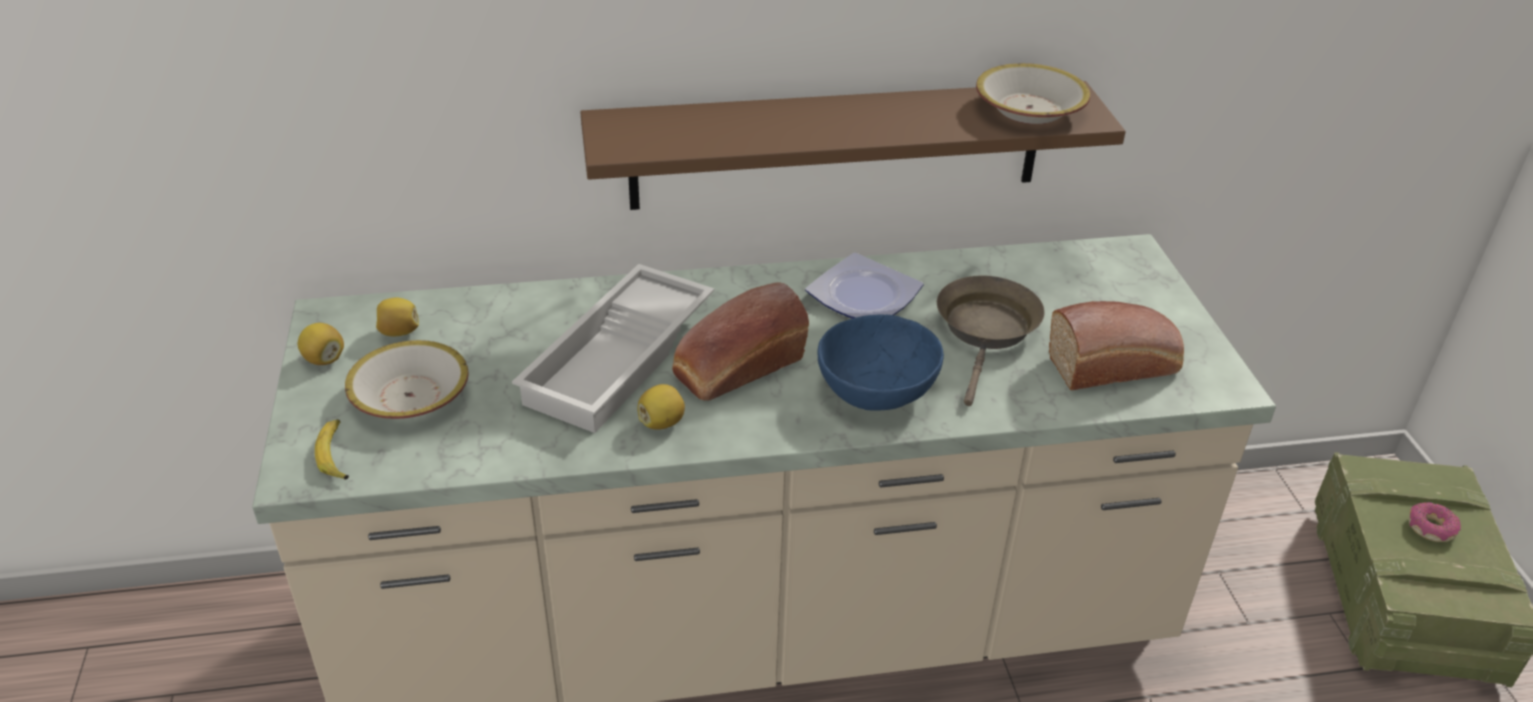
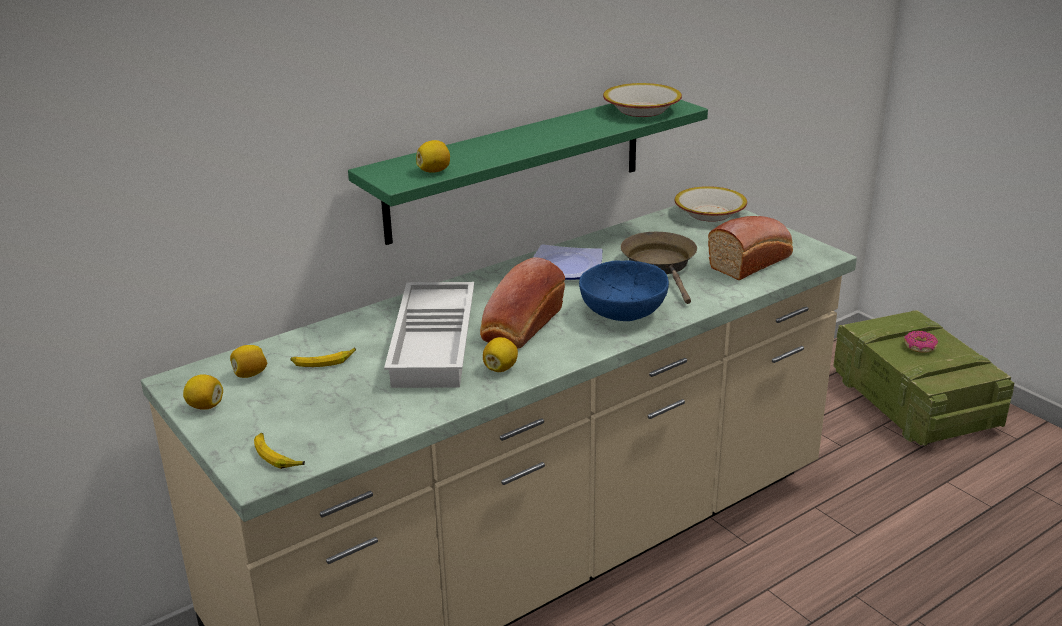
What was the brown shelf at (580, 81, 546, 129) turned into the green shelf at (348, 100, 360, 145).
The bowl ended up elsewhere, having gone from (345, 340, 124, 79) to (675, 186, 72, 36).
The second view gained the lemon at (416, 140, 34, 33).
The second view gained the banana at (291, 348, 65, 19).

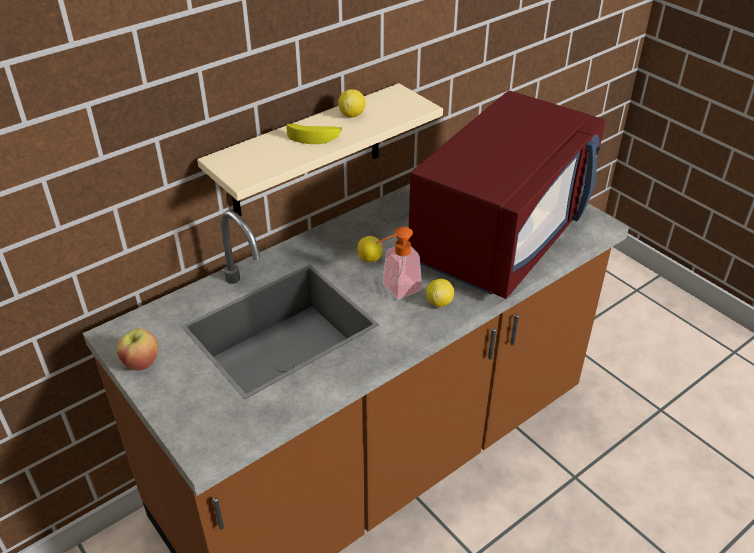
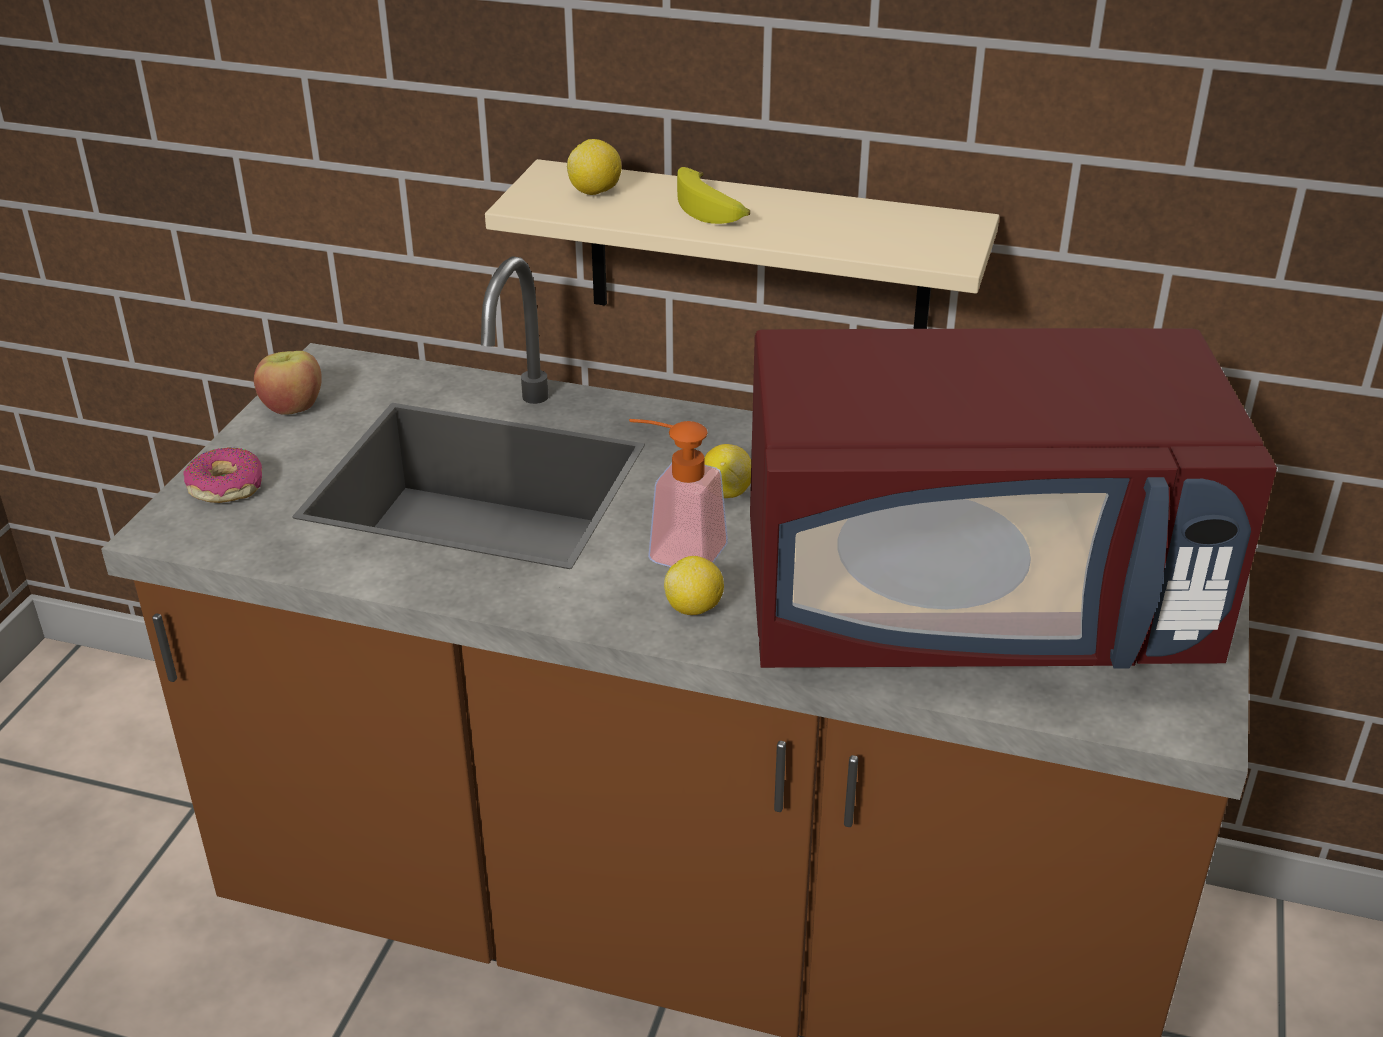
The lemon ended up elsewhere, having gone from (338, 89, 28, 28) to (567, 139, 55, 56).
The second view gained the donut at (183, 447, 79, 56).

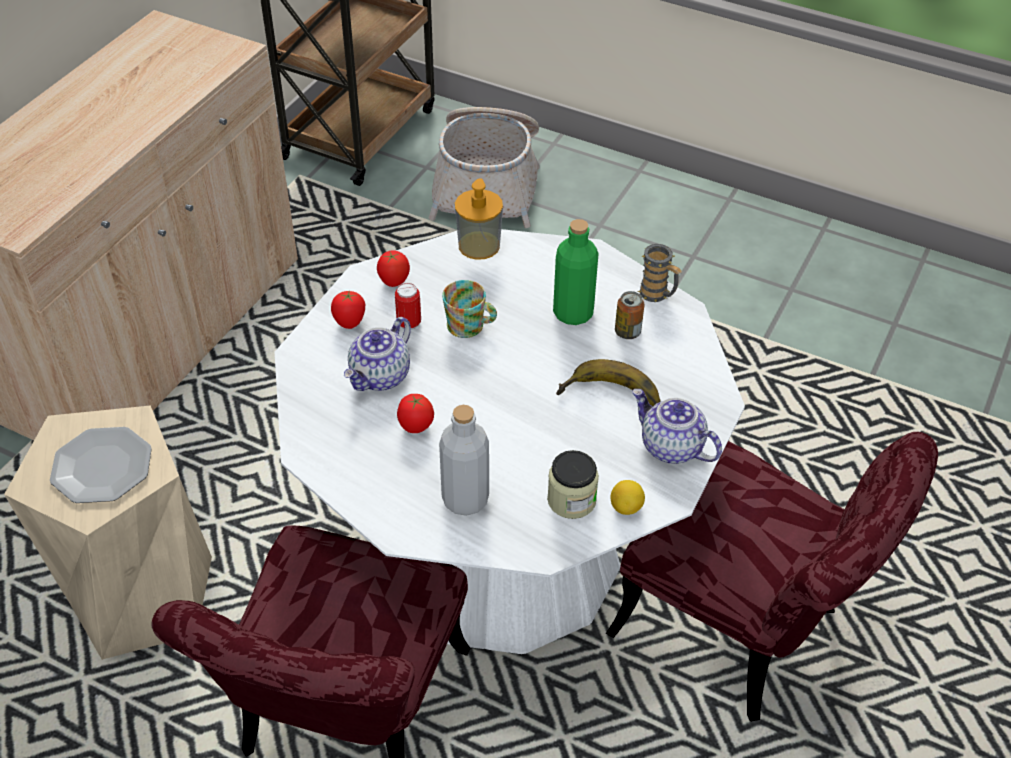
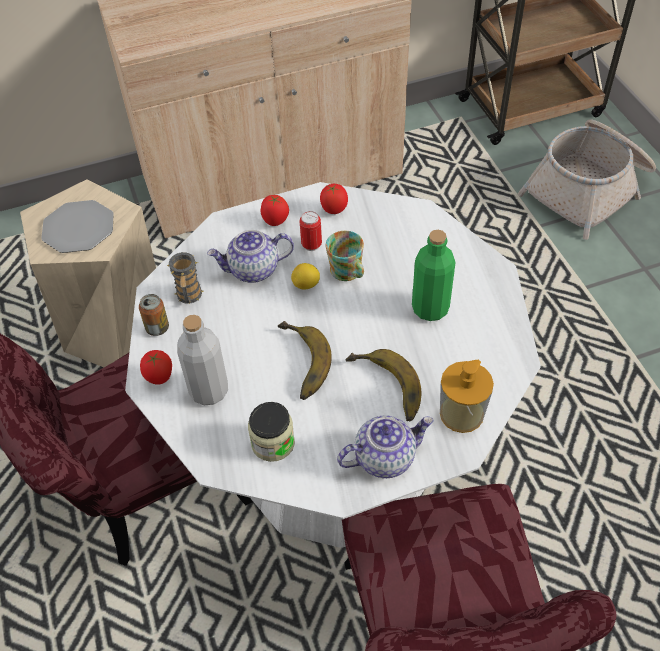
The soap dispenser ended up elsewhere, having gone from (455, 178, 48, 82) to (440, 360, 54, 73).
The mug ended up elsewhere, having gone from (637, 244, 45, 58) to (167, 252, 36, 52).
The can ended up elsewhere, having gone from (615, 291, 29, 48) to (139, 294, 30, 42).
The teapot at (632, 389, 90, 75) ended up facing another way, 75 degrees clockwise from before.
The tomato ended up elsewhere, having gone from (397, 394, 37, 39) to (140, 350, 32, 35).
The lemon ended up elsewhere, having gone from (610, 480, 35, 35) to (291, 263, 29, 26).
The second view gained the banana at (278, 321, 54, 79).

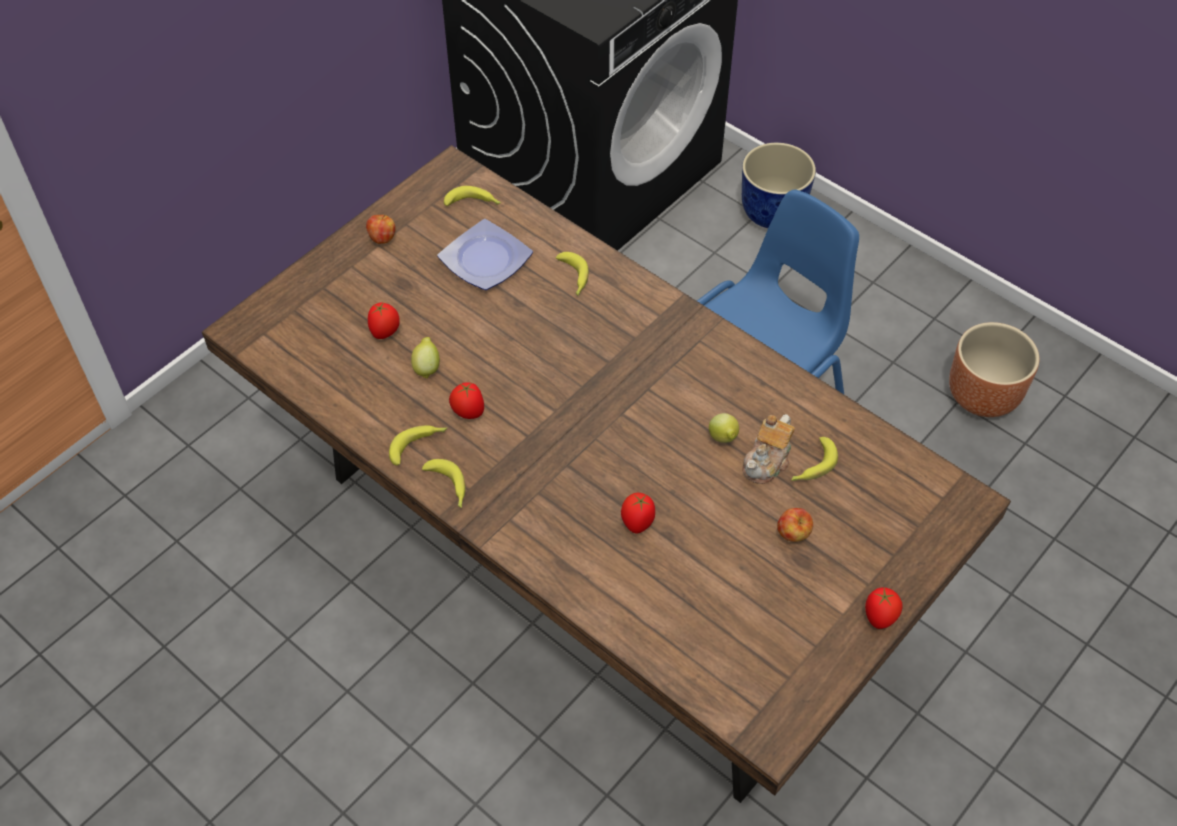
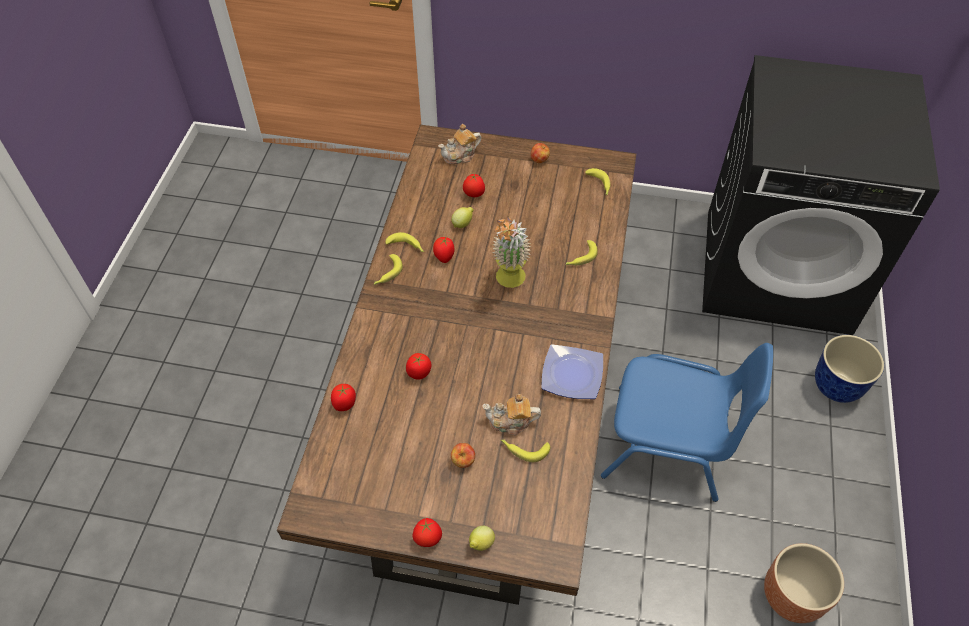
The plate ended up elsewhere, having gone from (437, 219, 96, 71) to (541, 344, 62, 55).
The lemon ended up elsewhere, having gone from (709, 413, 30, 30) to (469, 526, 26, 25).
The second view gained the teapot at (438, 124, 43, 40).
The second view gained the potted plant at (492, 216, 39, 72).
The second view gained the tomato at (331, 384, 25, 27).

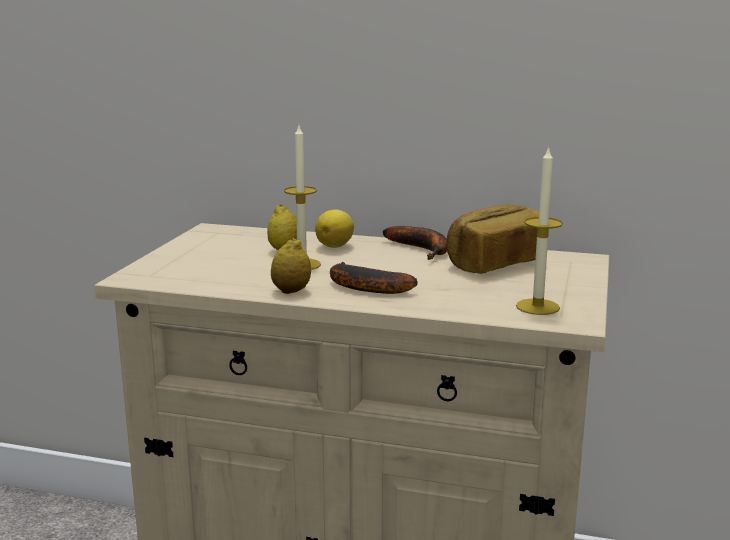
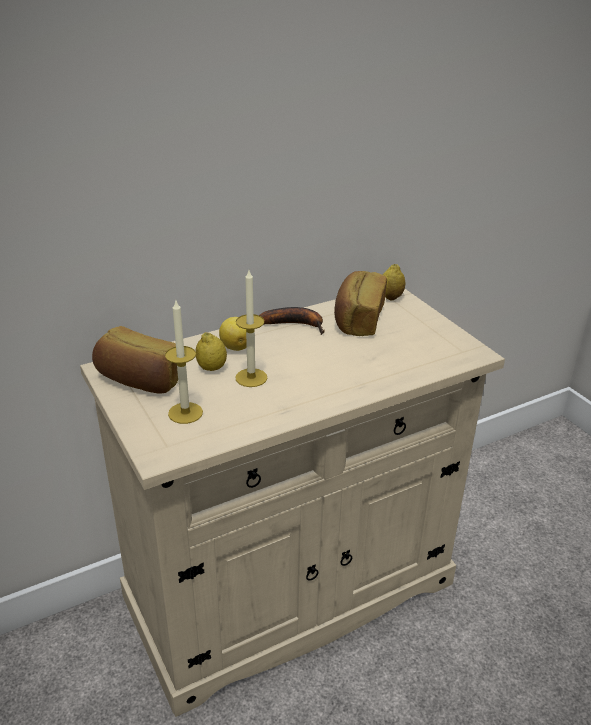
The candle ended up elsewhere, having gone from (516, 146, 47, 169) to (165, 301, 38, 123).
The lemon ended up elsewhere, having gone from (271, 238, 40, 56) to (383, 264, 22, 37).
The second view lost the banana at (330, 262, 88, 32).
The second view gained the bread at (92, 326, 86, 68).

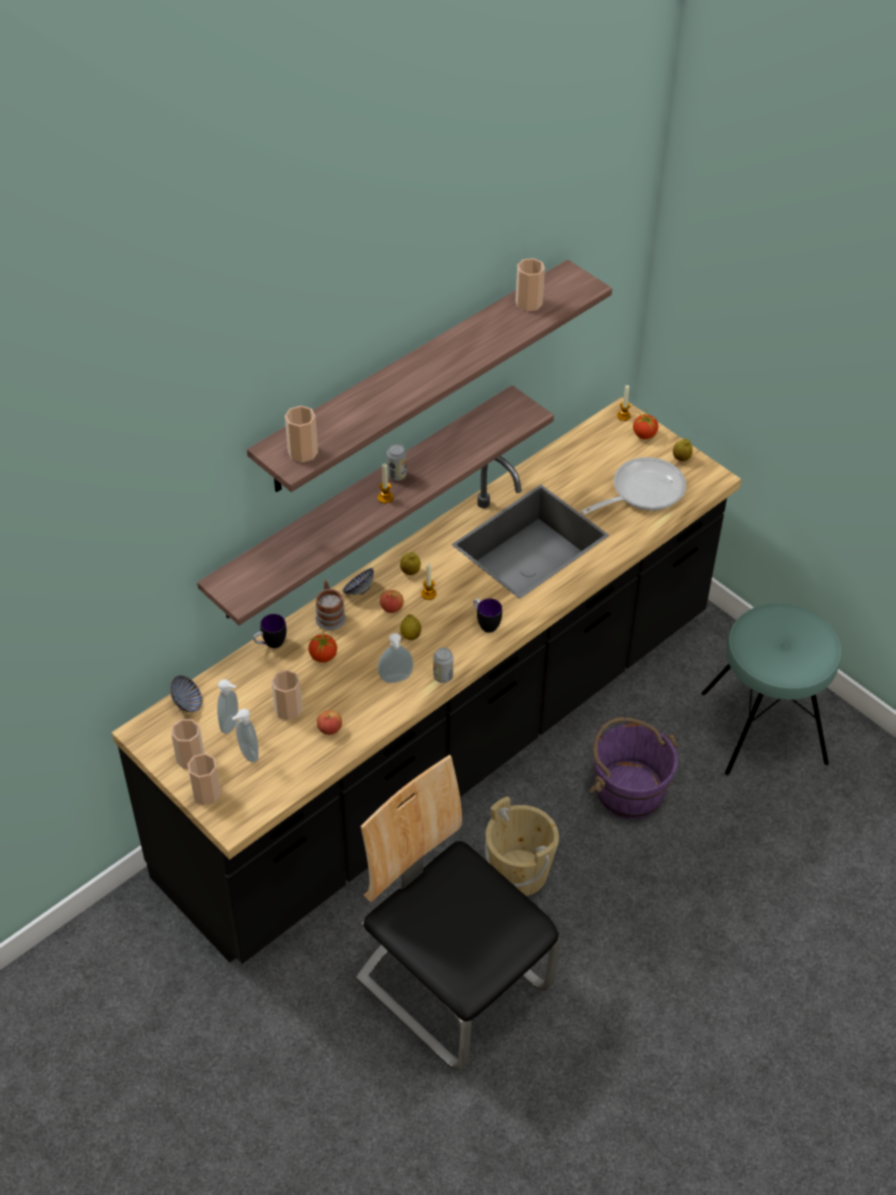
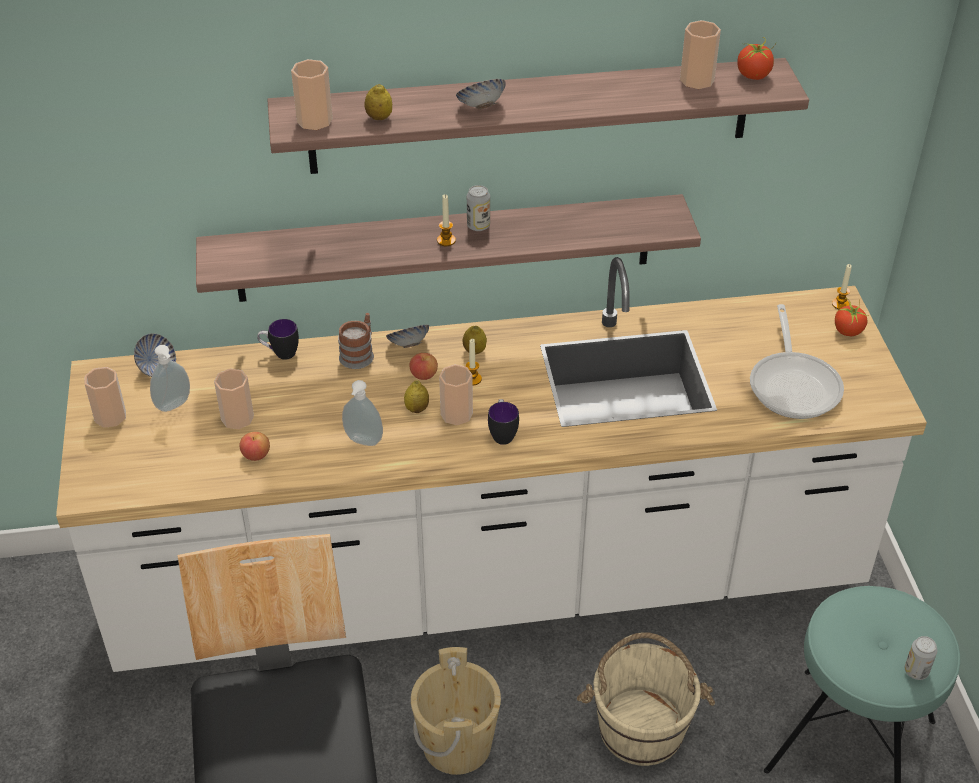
What was the black counter at (112, 397, 629, 567) turned into the white counter at (56, 257, 871, 415).
The lemon ended up elsewhere, having gone from (673, 439, 20, 22) to (364, 84, 28, 36).
The frying pan at (581, 457, 105, 58) ended up facing another way, 90 degrees clockwise from before.
The tomato ended up elsewhere, having gone from (308, 628, 29, 34) to (737, 37, 40, 43).
The can ended up elsewhere, having gone from (433, 648, 20, 35) to (905, 636, 32, 44).
The second view lost the soap dispenser at (232, 709, 27, 54).
What was the purple bucket at (589, 717, 89, 102) turned into the beige bucket at (577, 632, 138, 134).
The cup ended up elsewhere, having gone from (187, 753, 34, 52) to (439, 364, 34, 61).
The second view gained the bowl at (456, 79, 49, 30).

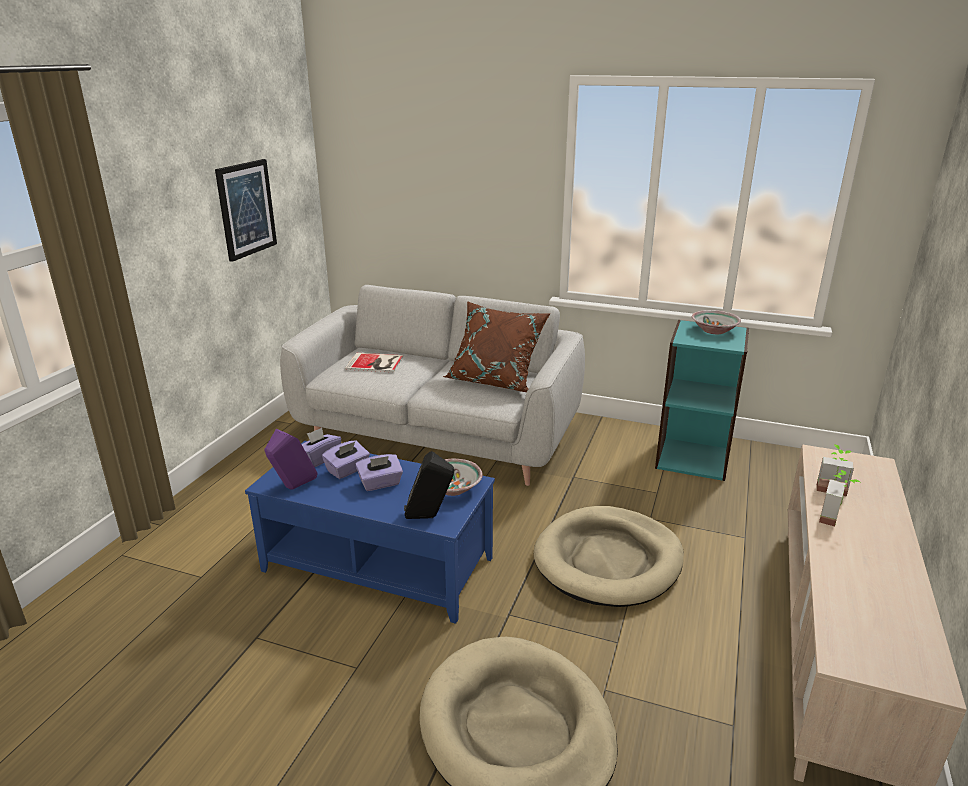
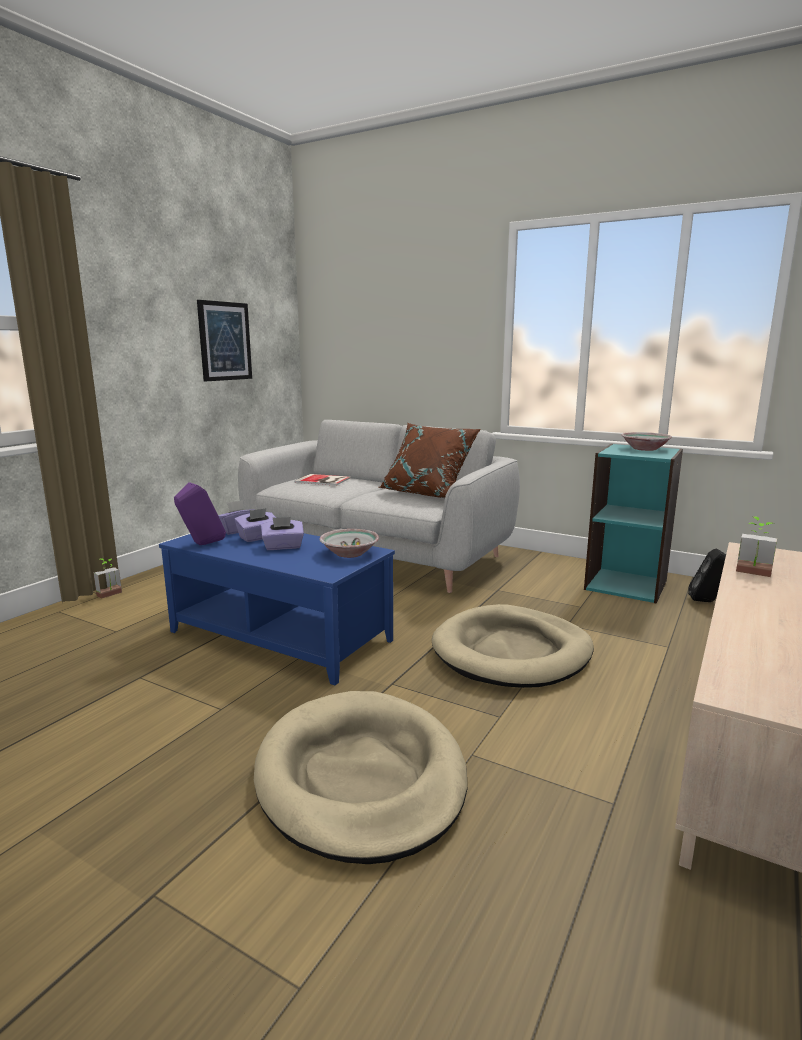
The black speaker ended up elsewhere, having gone from (404, 451, 50, 68) to (688, 548, 38, 54).
The potted plant ended up elsewhere, having gone from (819, 470, 41, 57) to (94, 558, 28, 41).

